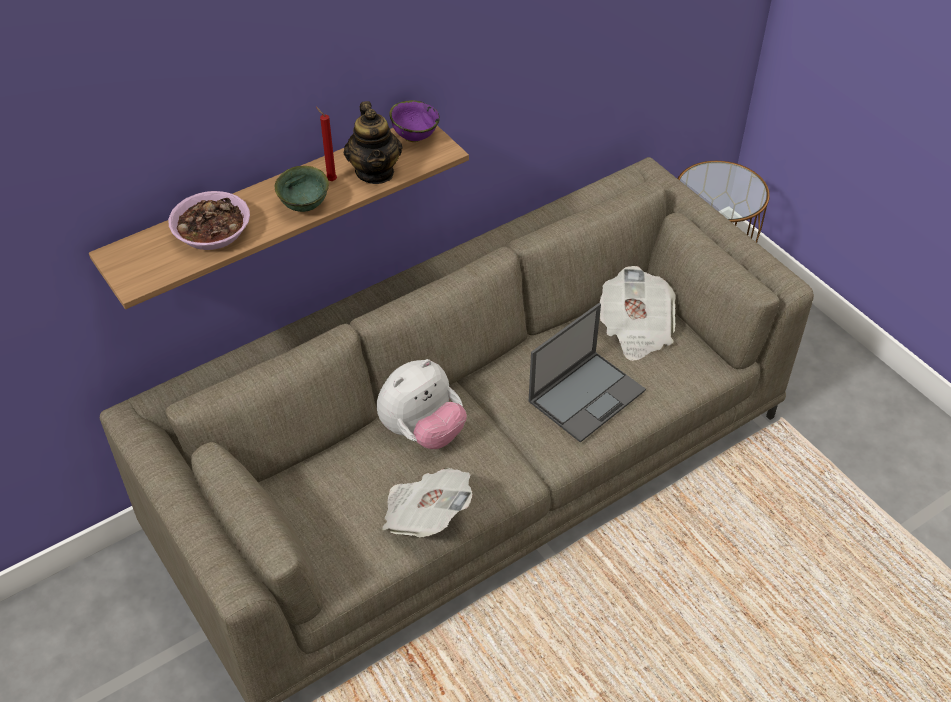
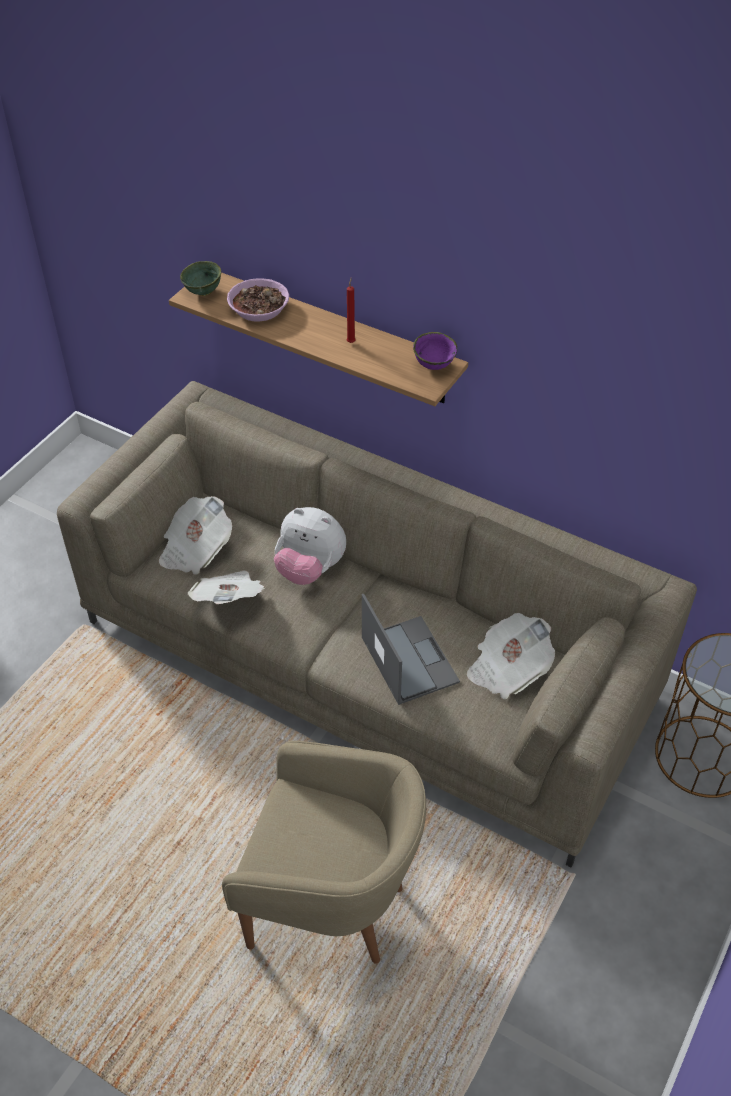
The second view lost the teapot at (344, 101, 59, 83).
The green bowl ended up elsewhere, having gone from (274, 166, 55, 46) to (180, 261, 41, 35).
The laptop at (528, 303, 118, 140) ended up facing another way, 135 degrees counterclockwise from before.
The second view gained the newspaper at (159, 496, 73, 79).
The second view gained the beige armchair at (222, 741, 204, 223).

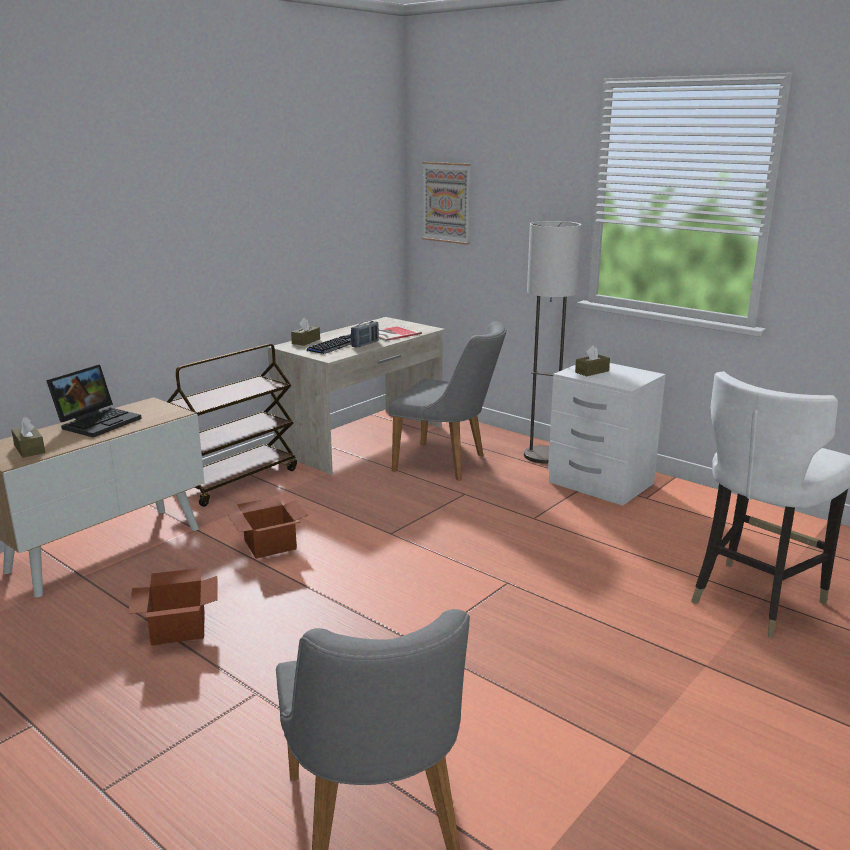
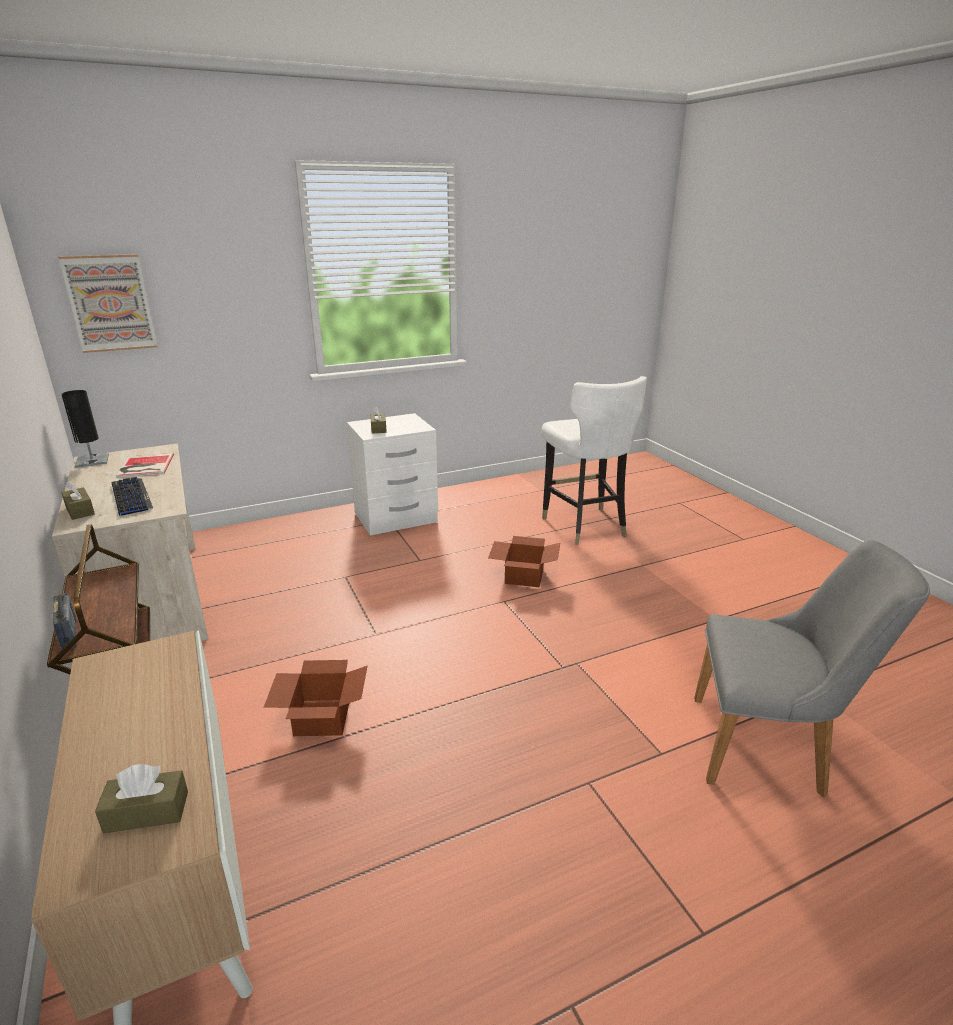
The second view lost the floor lamp at (524, 221, 58, 242).
The radio ended up elsewhere, having gone from (351, 321, 28, 26) to (53, 593, 24, 57).
The second view lost the grey chair at (389, 322, 117, 158).
The second view lost the laptop at (46, 364, 96, 73).
The cardboard box ended up elsewhere, having gone from (128, 568, 90, 78) to (488, 536, 73, 51).
The second view gained the black table lamp at (61, 390, 48, 78).

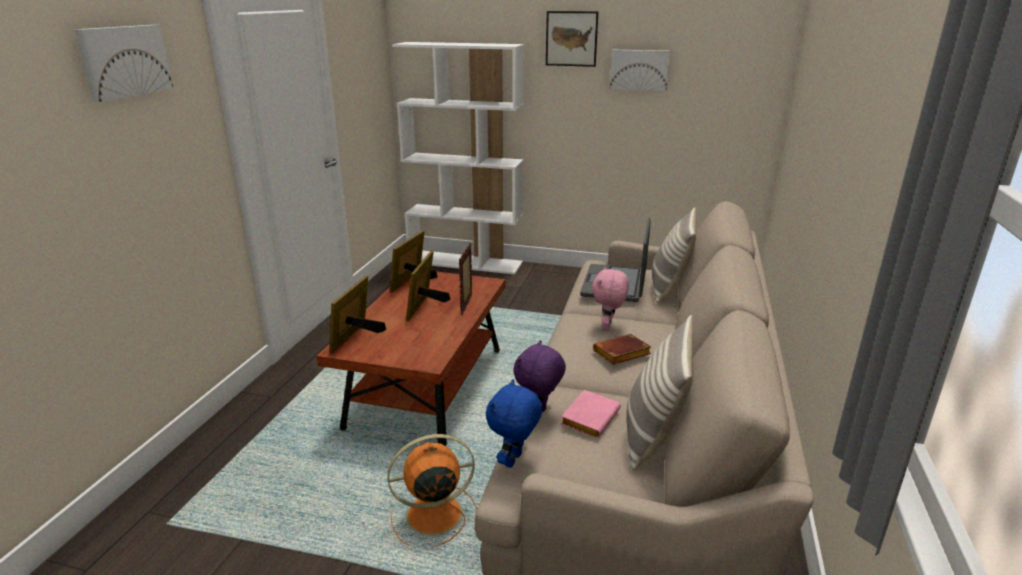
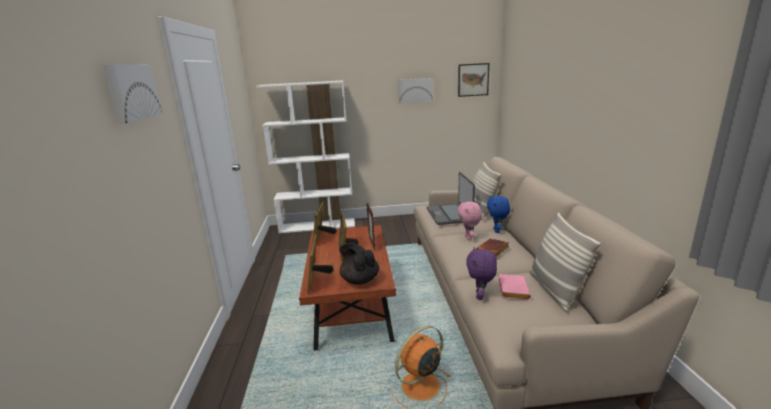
The picture ended up elsewhere, having gone from (546, 11, 52, 56) to (458, 63, 31, 34).
The blue plush toy ended up elsewhere, having gone from (486, 379, 57, 89) to (487, 195, 23, 38).
The second view gained the black teapot at (339, 242, 40, 43).

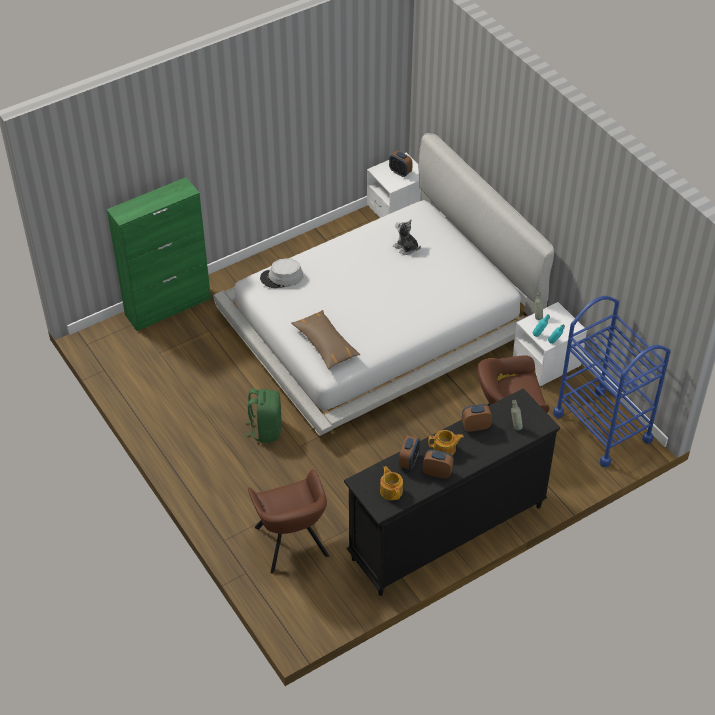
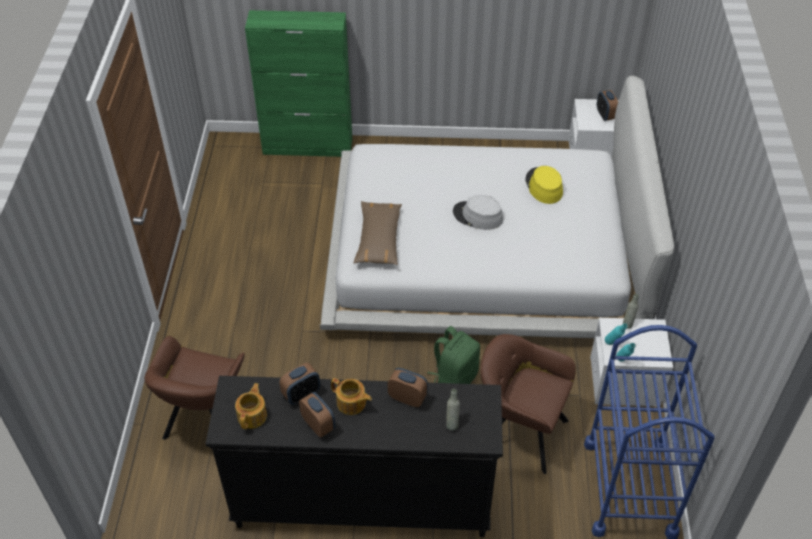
Where the plush toy stood at (393, 220, 28, 35), the yellow hat came to stand at (525, 166, 38, 38).
The grey hat ended up elsewhere, having gone from (260, 258, 43, 30) to (453, 195, 50, 35).
The green backpack ended up elsewhere, having gone from (244, 389, 38, 54) to (428, 326, 52, 58).

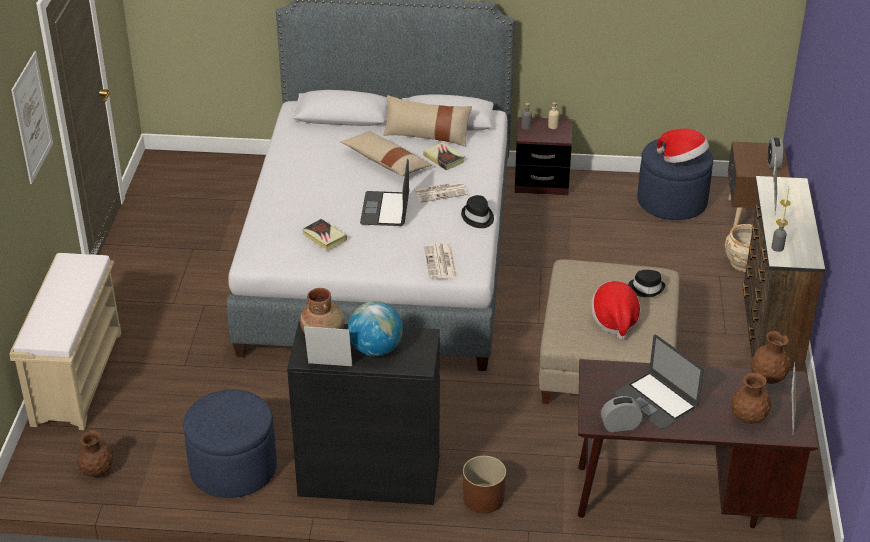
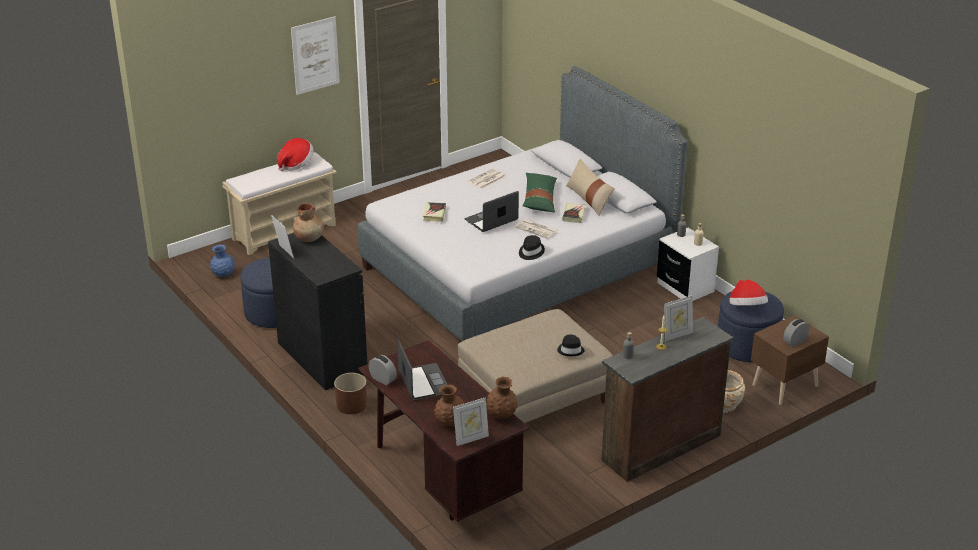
What was the brown nightstand at (515, 117, 57, 78) turned into the white nightstand at (657, 228, 62, 73).
What was the beige pillow at (341, 131, 91, 45) turned into the green pillow at (523, 173, 34, 39).
The newspaper ended up elsewhere, having gone from (424, 244, 33, 35) to (468, 168, 38, 21).
The hat ended up elsewhere, having gone from (591, 281, 50, 59) to (277, 138, 37, 33).
The second view lost the globe at (348, 301, 55, 55).
The laptop at (614, 335, 89, 94) ended up facing another way, 150 degrees clockwise from before.
What was the brown vase at (77, 430, 37, 47) turned into the blue vase at (210, 244, 25, 33).

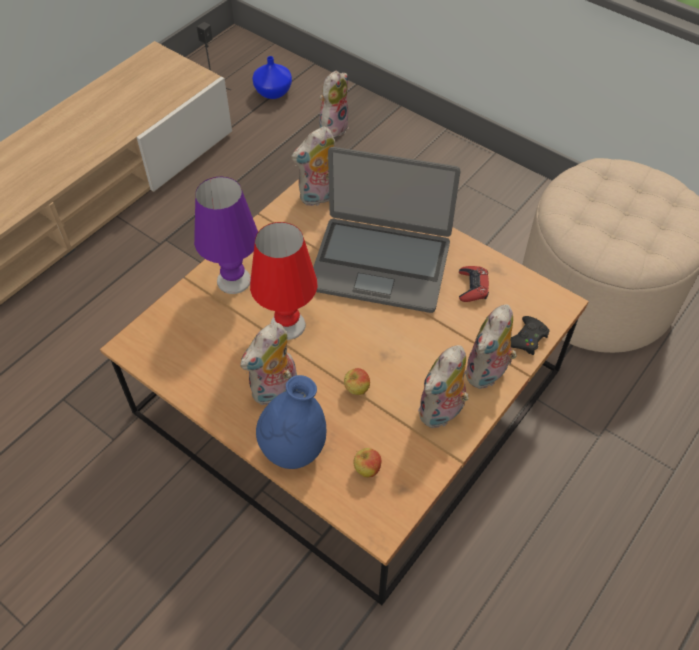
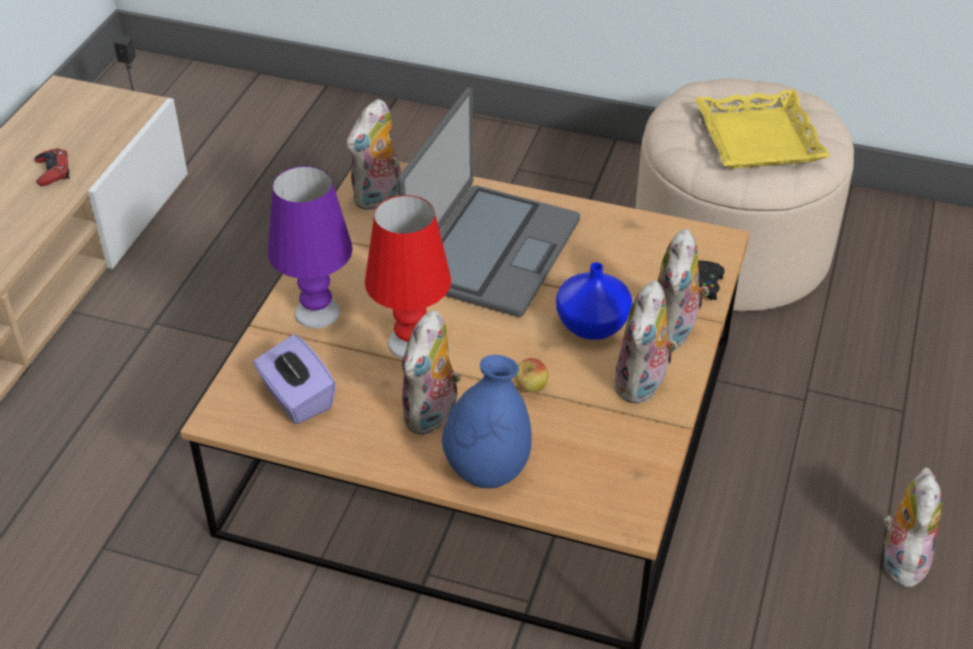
The blue vase ended up elsewhere, having gone from (252, 56, 40, 43) to (556, 262, 76, 78).
The plush toy ended up elsewhere, having gone from (319, 71, 30, 67) to (884, 467, 58, 122).
The laptop at (313, 147, 147, 166) ended up facing another way, 60 degrees counterclockwise from before.
The red game controller ended up elsewhere, having gone from (459, 266, 30, 36) to (35, 148, 34, 38).
The second view lost the apple at (353, 448, 29, 30).
The second view gained the yellow tray at (695, 90, 135, 79).
The second view gained the purple tissue box at (253, 334, 83, 90).

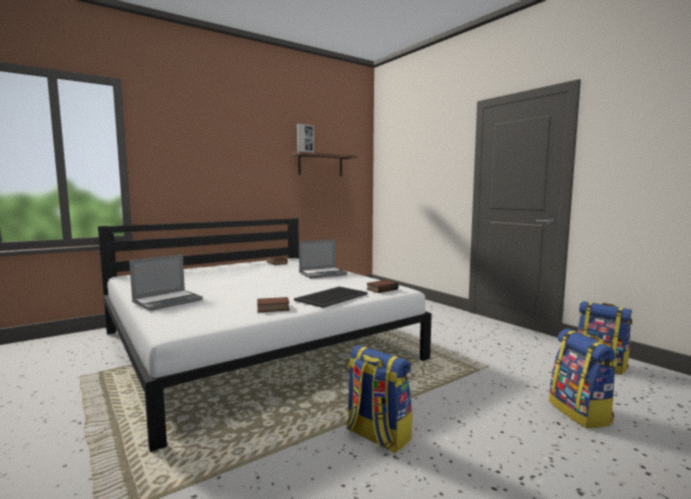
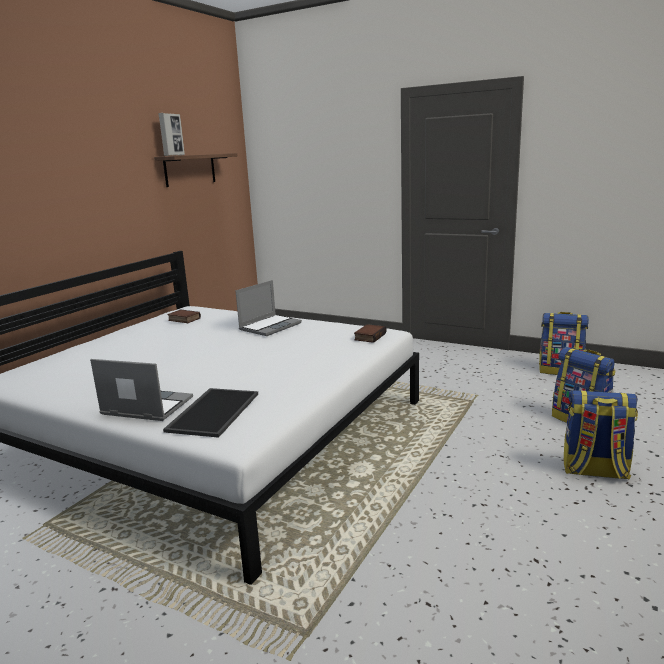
The laptop at (129, 254, 74, 57) ended up facing another way, 90 degrees counterclockwise from before.
The tray ended up elsewhere, having gone from (294, 287, 74, 21) to (163, 388, 95, 50).
The second view lost the book at (257, 297, 33, 15).
The backpack ended up elsewhere, having gone from (346, 345, 66, 108) to (564, 390, 74, 90).

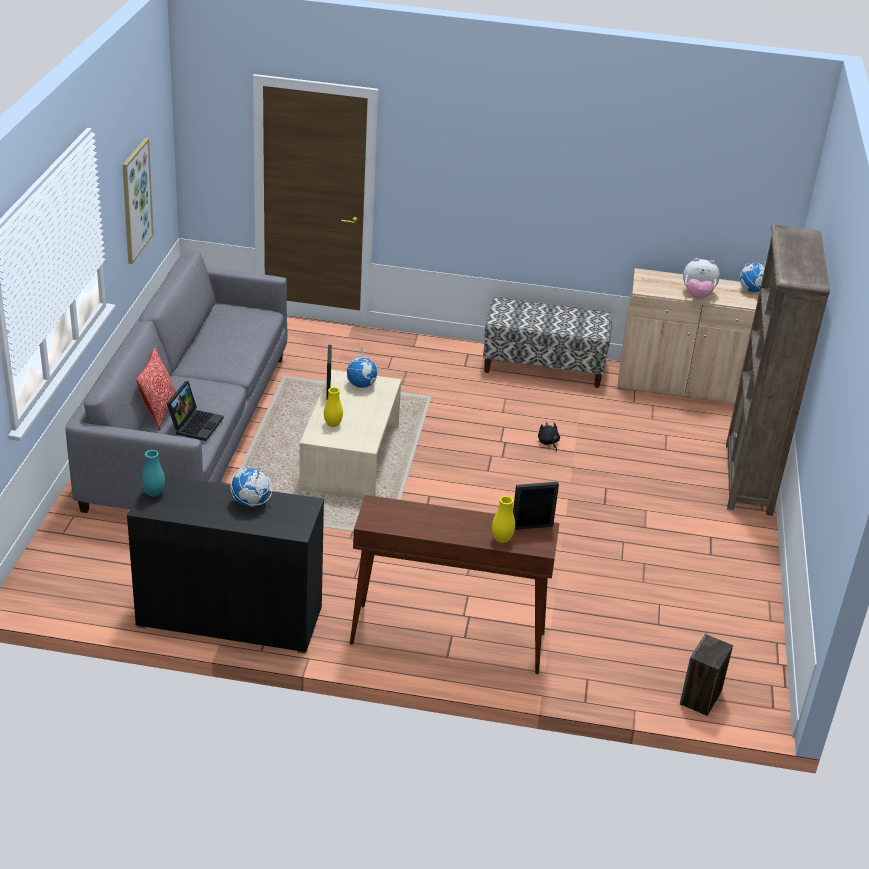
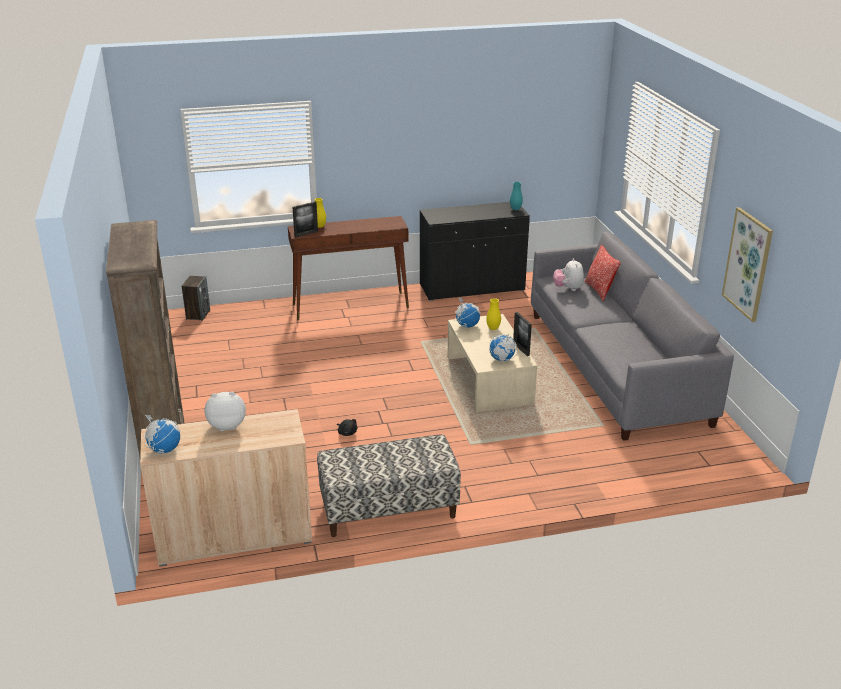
Where the laptop stood at (167, 381, 57, 60), the plush toy came to stand at (553, 258, 31, 33).
The globe ended up elsewhere, having gone from (230, 467, 42, 40) to (455, 298, 26, 30).

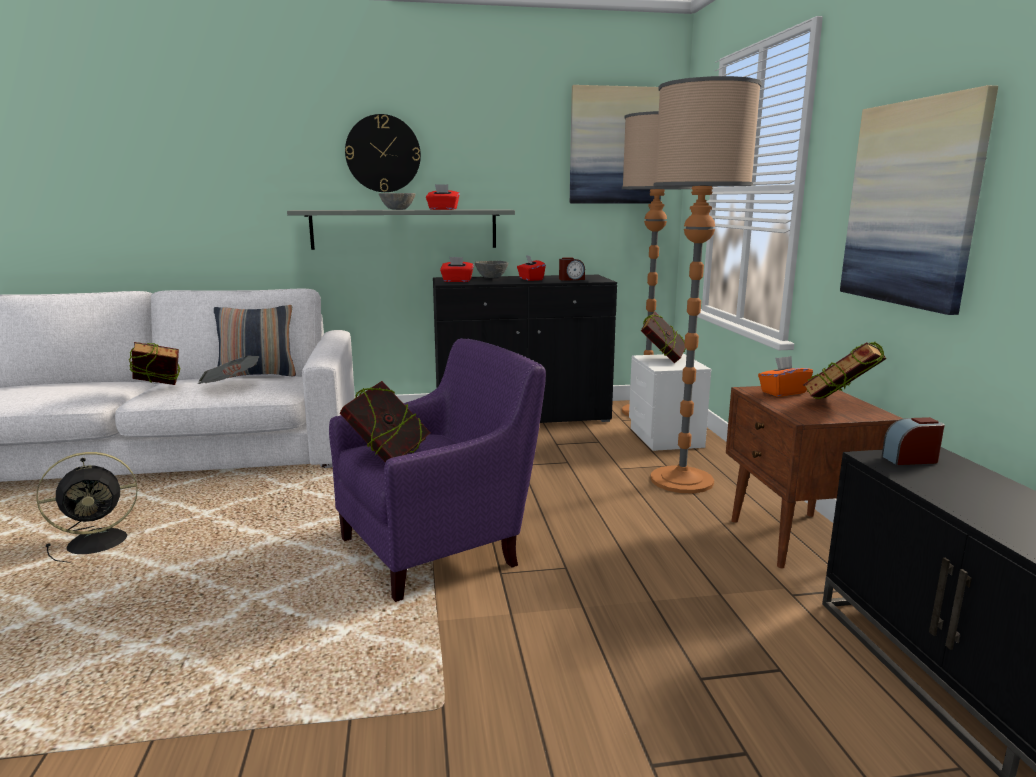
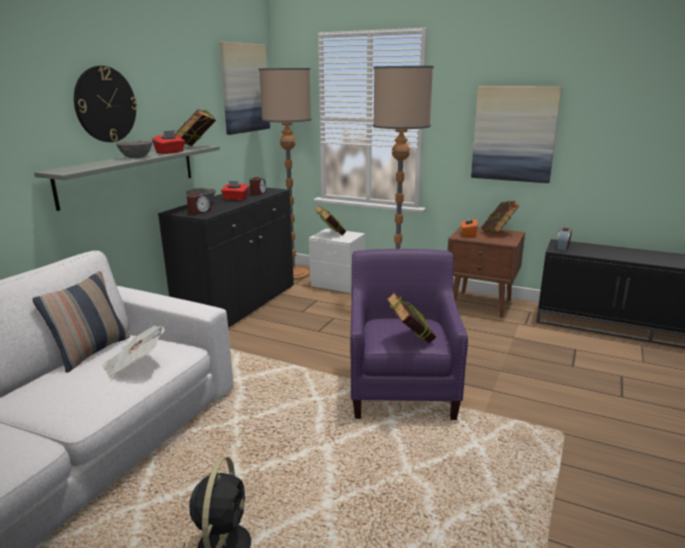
Where the red tissue box stood at (440, 257, 34, 25), the alarm clock came to stand at (187, 193, 24, 22).
The book ended up elsewhere, having gone from (129, 342, 52, 43) to (175, 109, 41, 37).

